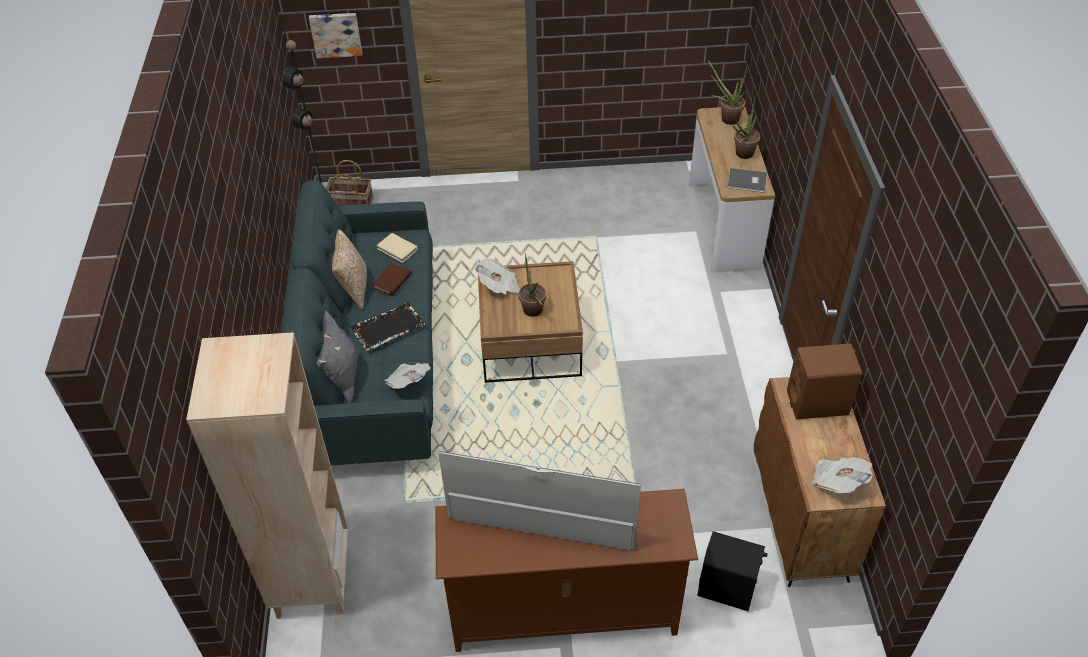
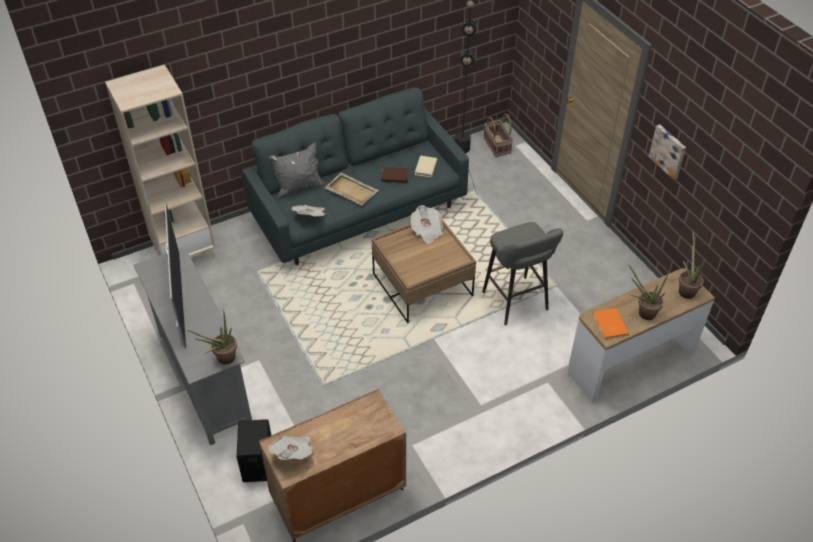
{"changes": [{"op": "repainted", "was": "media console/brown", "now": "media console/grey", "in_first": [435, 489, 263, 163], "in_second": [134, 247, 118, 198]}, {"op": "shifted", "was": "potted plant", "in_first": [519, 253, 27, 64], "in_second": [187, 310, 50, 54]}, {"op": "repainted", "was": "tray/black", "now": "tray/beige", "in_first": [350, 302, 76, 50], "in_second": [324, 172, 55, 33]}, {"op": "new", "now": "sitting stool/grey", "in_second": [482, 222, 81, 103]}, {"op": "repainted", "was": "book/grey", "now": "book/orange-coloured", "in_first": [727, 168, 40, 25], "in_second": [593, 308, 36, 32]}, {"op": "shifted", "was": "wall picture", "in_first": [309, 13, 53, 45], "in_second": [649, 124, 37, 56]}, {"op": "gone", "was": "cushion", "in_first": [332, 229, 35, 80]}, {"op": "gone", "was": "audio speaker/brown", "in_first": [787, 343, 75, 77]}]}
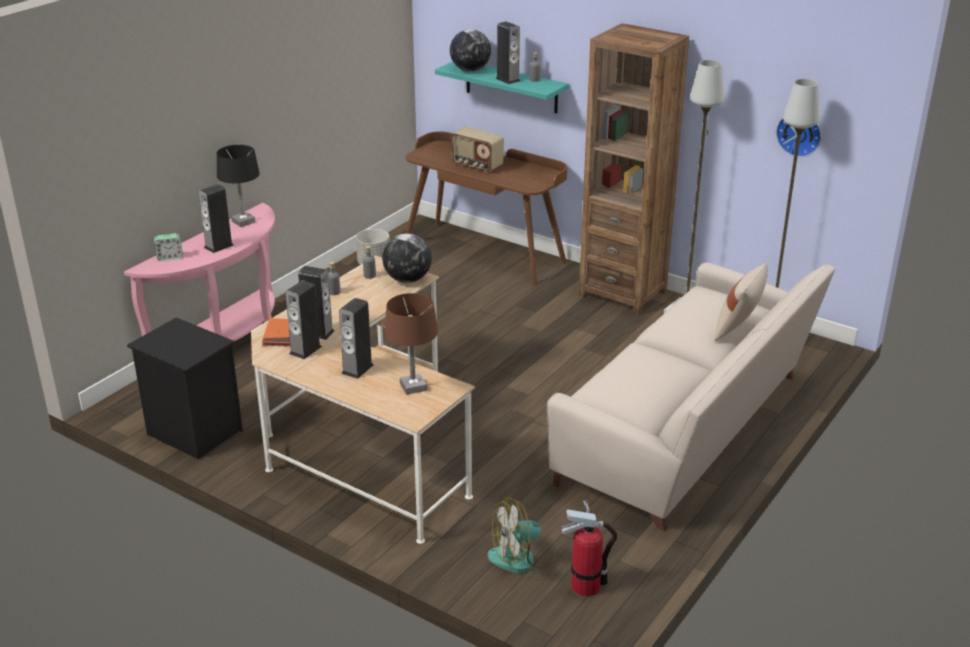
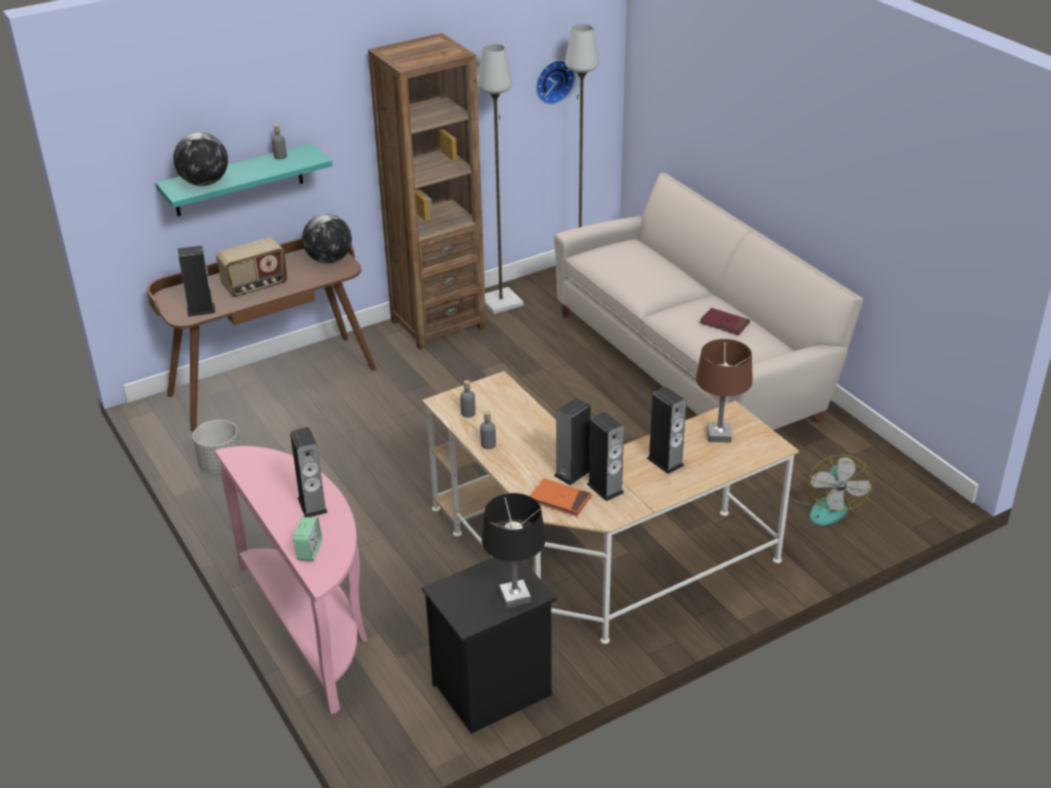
{"changes": [{"op": "shifted", "was": "audio speaker", "in_first": [495, 22, 25, 62], "in_second": [178, 246, 37, 71]}, {"op": "shifted", "was": "desk globe", "in_first": [382, 233, 50, 50], "in_second": [302, 214, 50, 50]}, {"op": "shifted", "was": "tabletop lamp/black", "in_first": [217, 145, 43, 82], "in_second": [482, 493, 64, 115]}, {"op": "new", "now": "book/red", "in_second": [700, 308, 50, 27]}, {"op": "gone", "was": "fire extinguisher", "in_first": [562, 500, 55, 97]}, {"op": "gone", "was": "cushion/beige", "in_first": [714, 263, 54, 78]}]}
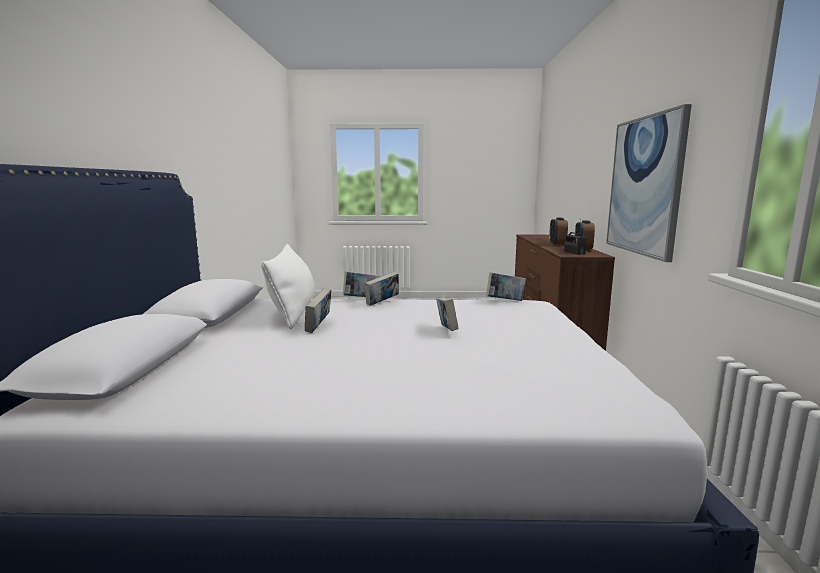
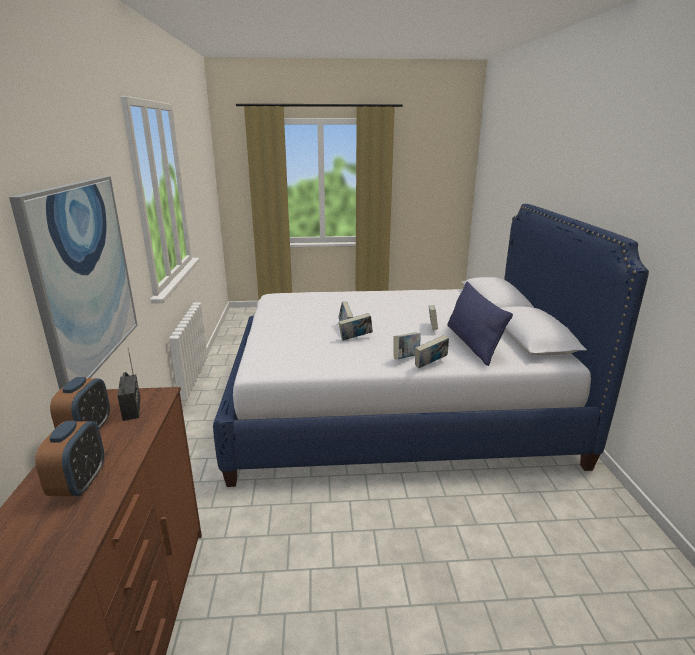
{"changes": [{"op": "shifted", "was": "book", "in_first": [486, 273, 40, 28], "in_second": [338, 313, 35, 27]}, {"op": "repainted", "was": "cushion/white", "now": "cushion/blue", "in_first": [261, 244, 54, 85], "in_second": [447, 281, 66, 85]}]}
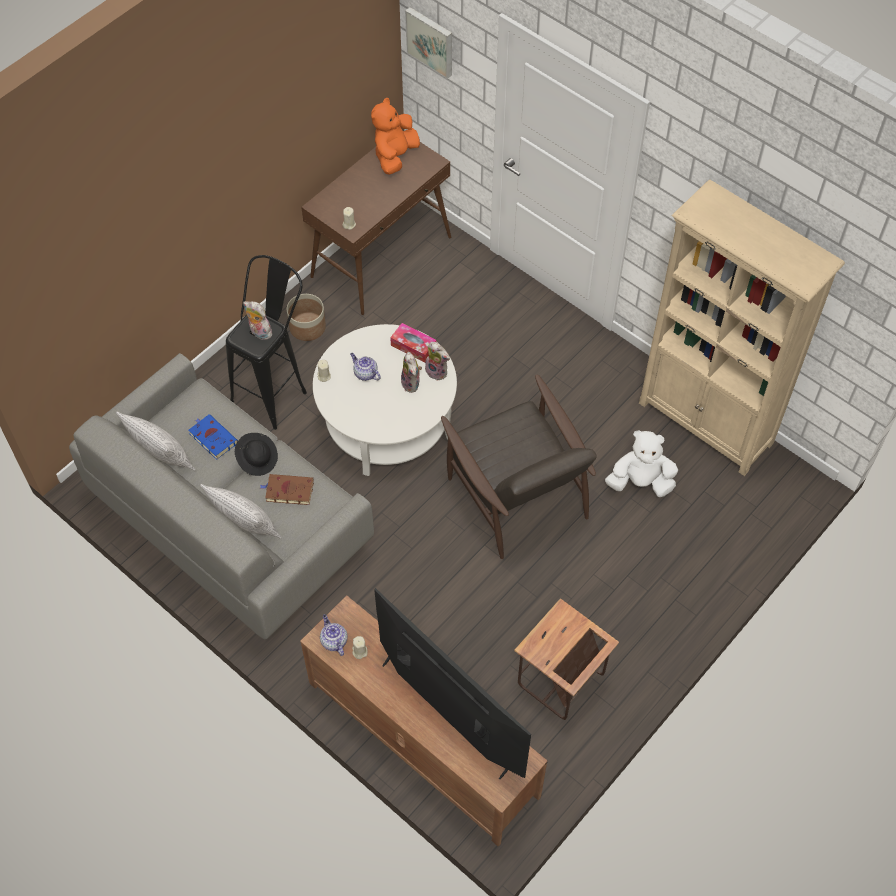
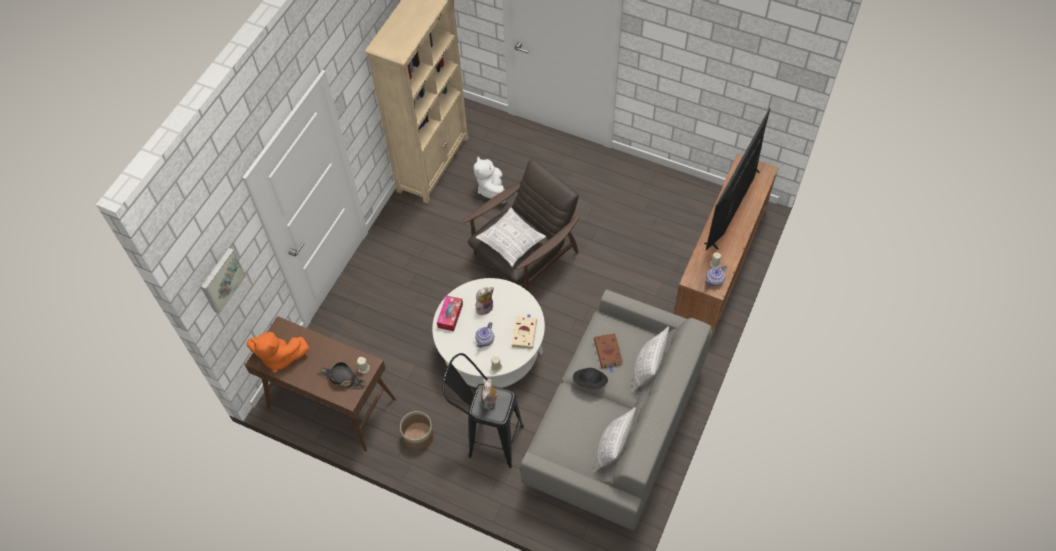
{"changes": [{"op": "new", "now": "wearable hat/black", "in_second": [319, 362, 47, 26]}, {"op": "new", "now": "cushion", "in_second": [476, 208, 70, 59]}, {"op": "new", "now": "book/beige", "in_second": [512, 314, 25, 35]}, {"op": "gone", "was": "book/blue", "in_first": [188, 414, 50, 46]}, {"op": "gone", "was": "soft toy", "in_first": [422, 342, 28, 39]}, {"op": "gone", "was": "accent table", "in_first": [514, 598, 105, 122]}]}
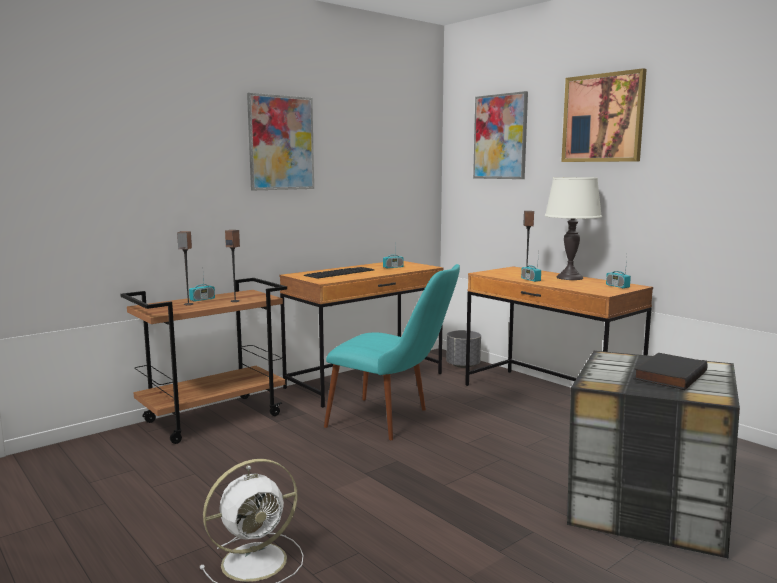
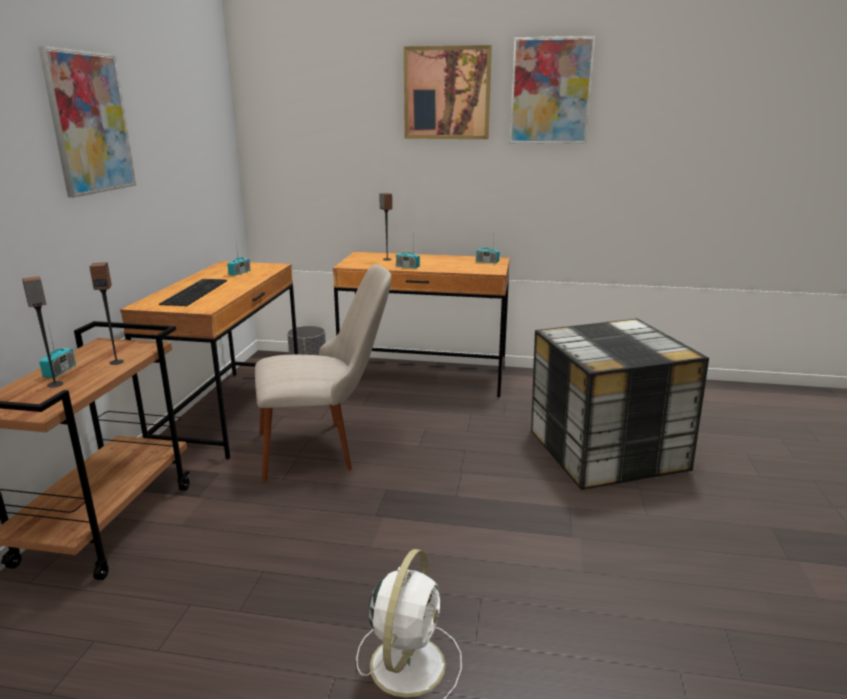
{"changes": [{"op": "repainted", "was": "upright chair/blue-green", "now": "upright chair/beige", "in_first": [324, 264, 136, 176], "in_second": [255, 265, 136, 217]}, {"op": "shifted", "was": "wall picture", "in_first": [473, 91, 55, 88], "in_second": [510, 36, 85, 108]}, {"op": "gone", "was": "tabletop lamp/white", "in_first": [545, 177, 57, 103]}, {"op": "gone", "was": "book/black", "in_first": [633, 353, 75, 37]}]}
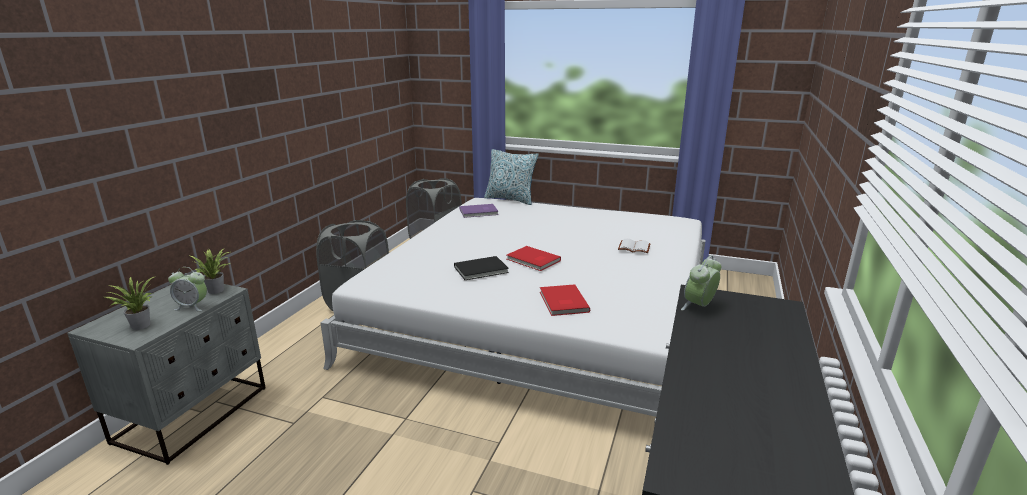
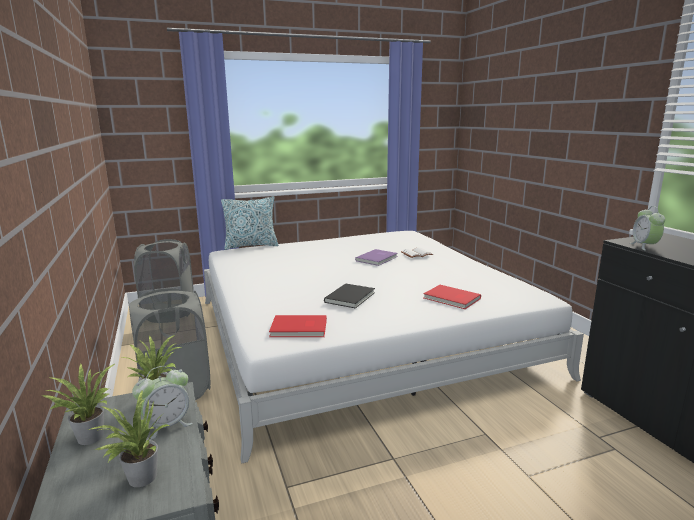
{"changes": [{"op": "new", "now": "potted plant", "in_second": [41, 364, 74, 81]}, {"op": "shifted", "was": "book/red", "in_first": [507, 246, 54, 25], "in_second": [269, 315, 58, 22]}, {"op": "shifted", "was": "book/purple-coloured", "in_first": [460, 204, 38, 14], "in_second": [355, 249, 43, 17]}]}
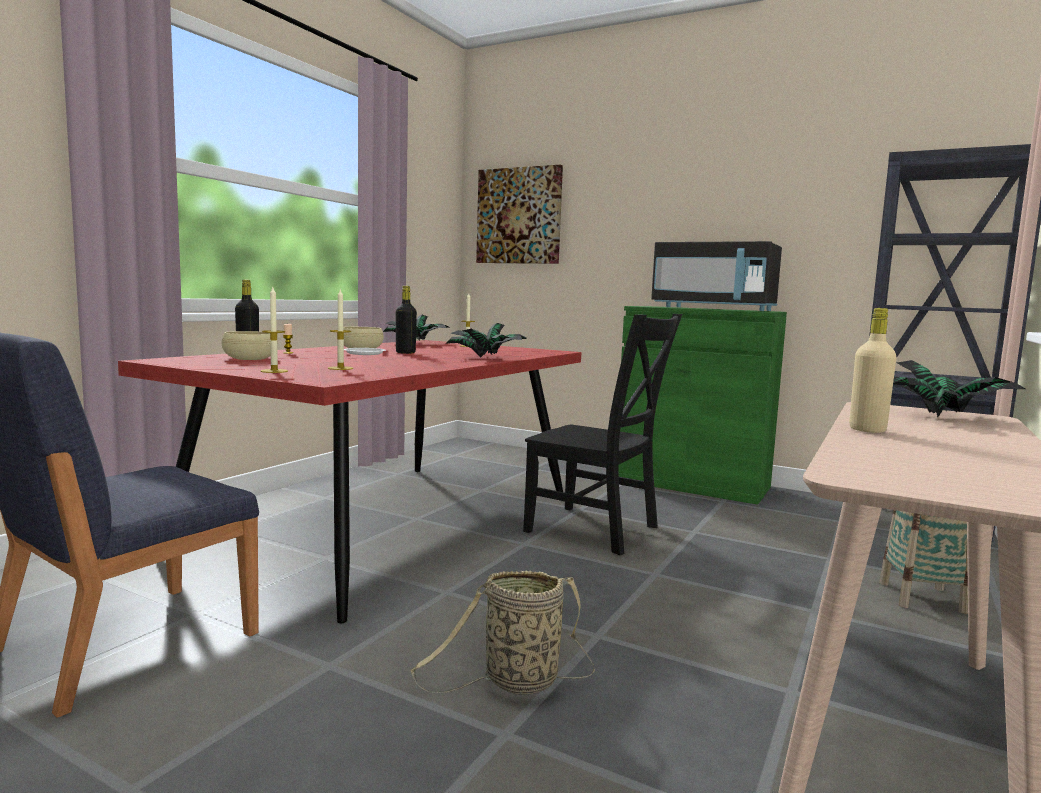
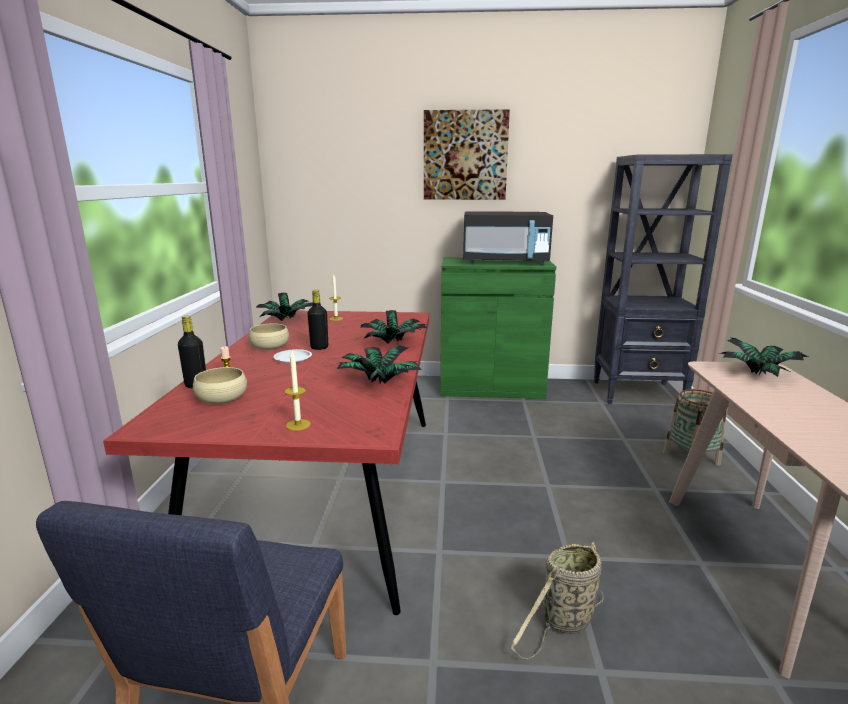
{"changes": [{"op": "new", "now": "potted plant", "in_second": [337, 345, 85, 39]}, {"op": "shifted", "was": "wall picture", "in_first": [476, 165, 87, 99], "in_second": [424, 109, 86, 91]}, {"op": "gone", "was": "candle", "in_first": [328, 288, 25, 82]}, {"op": "gone", "was": "upright chair/black", "in_first": [523, 314, 159, 241]}, {"op": "gone", "was": "drink bottle/beige", "in_first": [849, 308, 48, 125]}]}
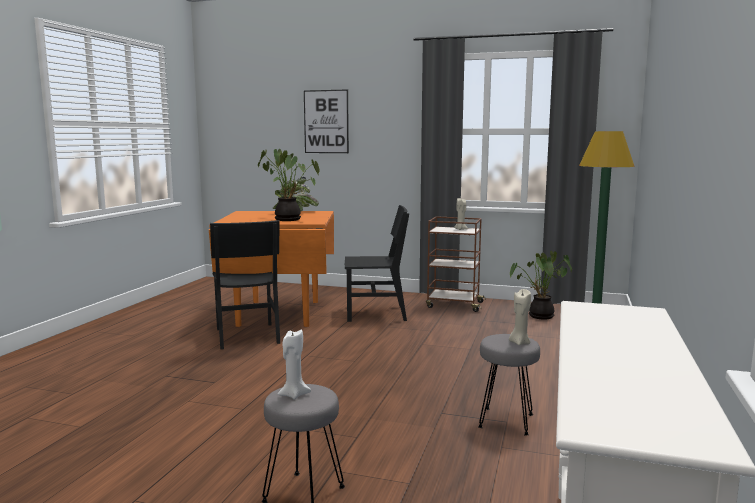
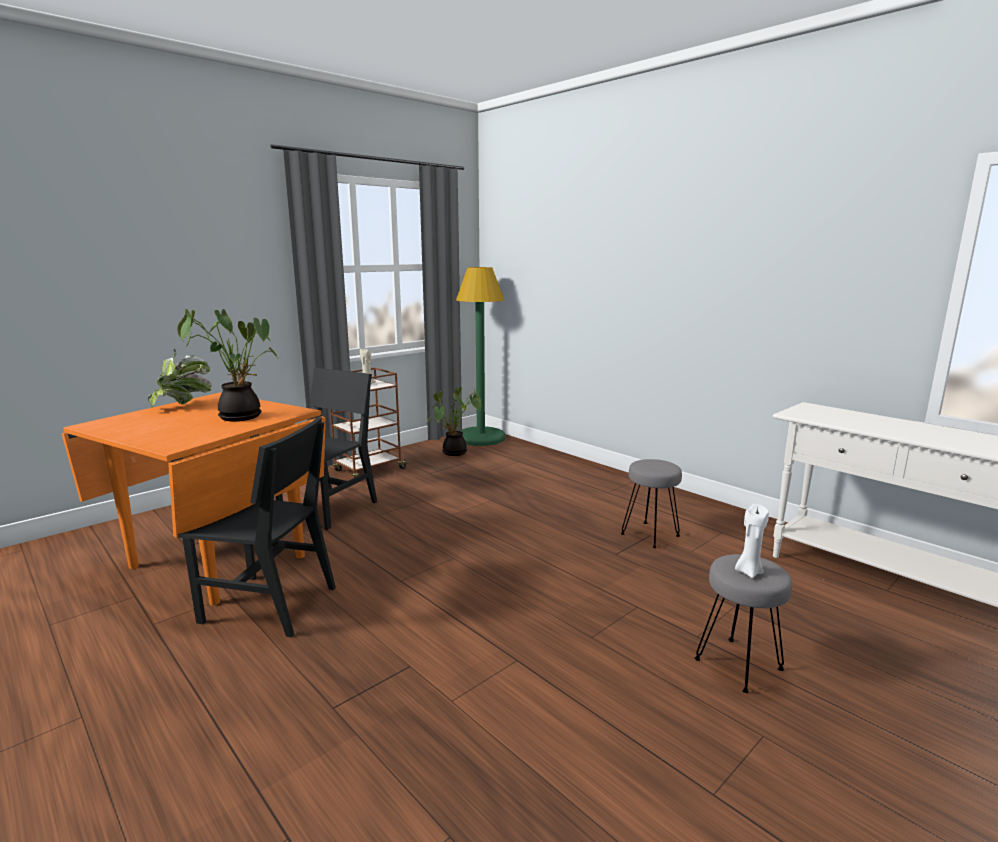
{"changes": [{"op": "gone", "was": "wall picture", "in_first": [304, 89, 45, 64]}, {"op": "gone", "was": "candle/beige", "in_first": [509, 289, 22, 56]}]}
